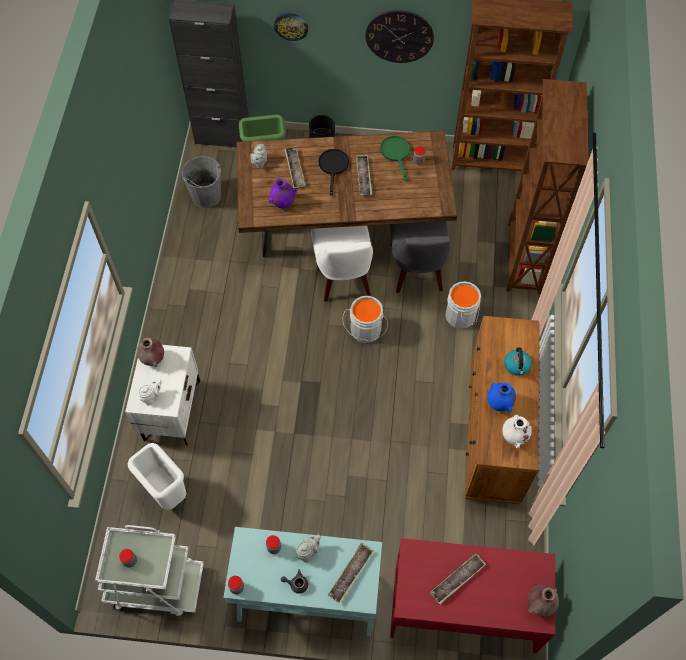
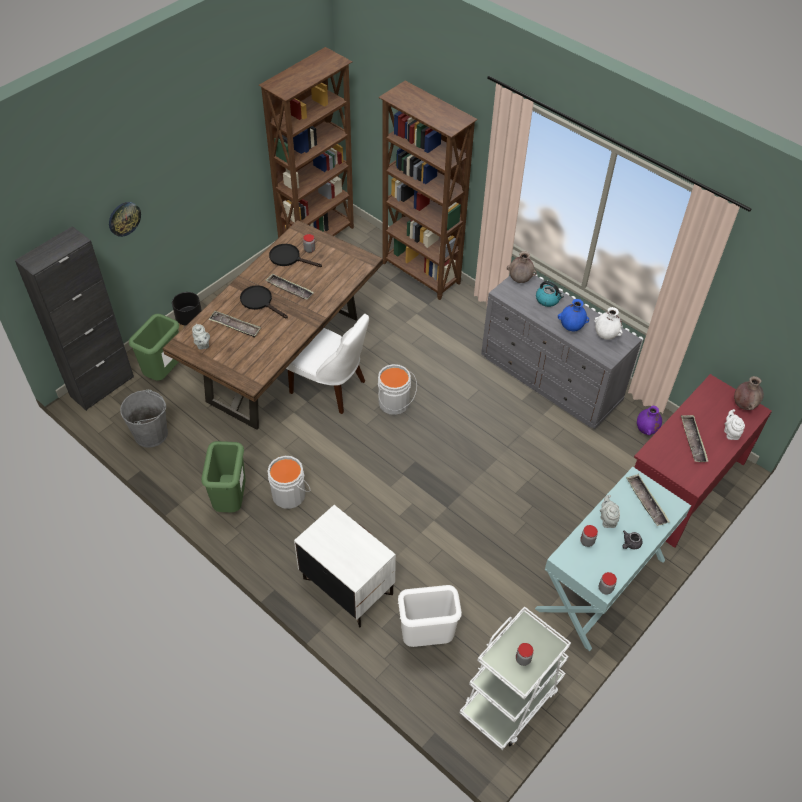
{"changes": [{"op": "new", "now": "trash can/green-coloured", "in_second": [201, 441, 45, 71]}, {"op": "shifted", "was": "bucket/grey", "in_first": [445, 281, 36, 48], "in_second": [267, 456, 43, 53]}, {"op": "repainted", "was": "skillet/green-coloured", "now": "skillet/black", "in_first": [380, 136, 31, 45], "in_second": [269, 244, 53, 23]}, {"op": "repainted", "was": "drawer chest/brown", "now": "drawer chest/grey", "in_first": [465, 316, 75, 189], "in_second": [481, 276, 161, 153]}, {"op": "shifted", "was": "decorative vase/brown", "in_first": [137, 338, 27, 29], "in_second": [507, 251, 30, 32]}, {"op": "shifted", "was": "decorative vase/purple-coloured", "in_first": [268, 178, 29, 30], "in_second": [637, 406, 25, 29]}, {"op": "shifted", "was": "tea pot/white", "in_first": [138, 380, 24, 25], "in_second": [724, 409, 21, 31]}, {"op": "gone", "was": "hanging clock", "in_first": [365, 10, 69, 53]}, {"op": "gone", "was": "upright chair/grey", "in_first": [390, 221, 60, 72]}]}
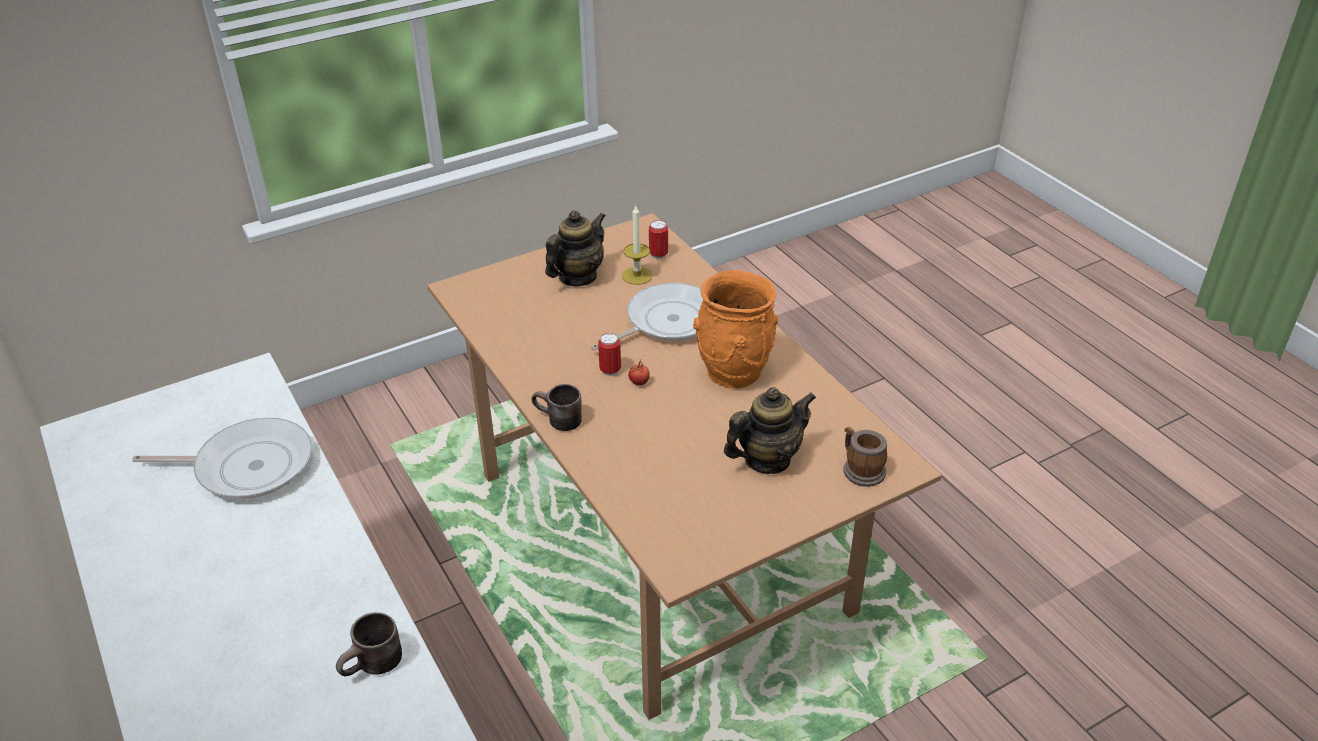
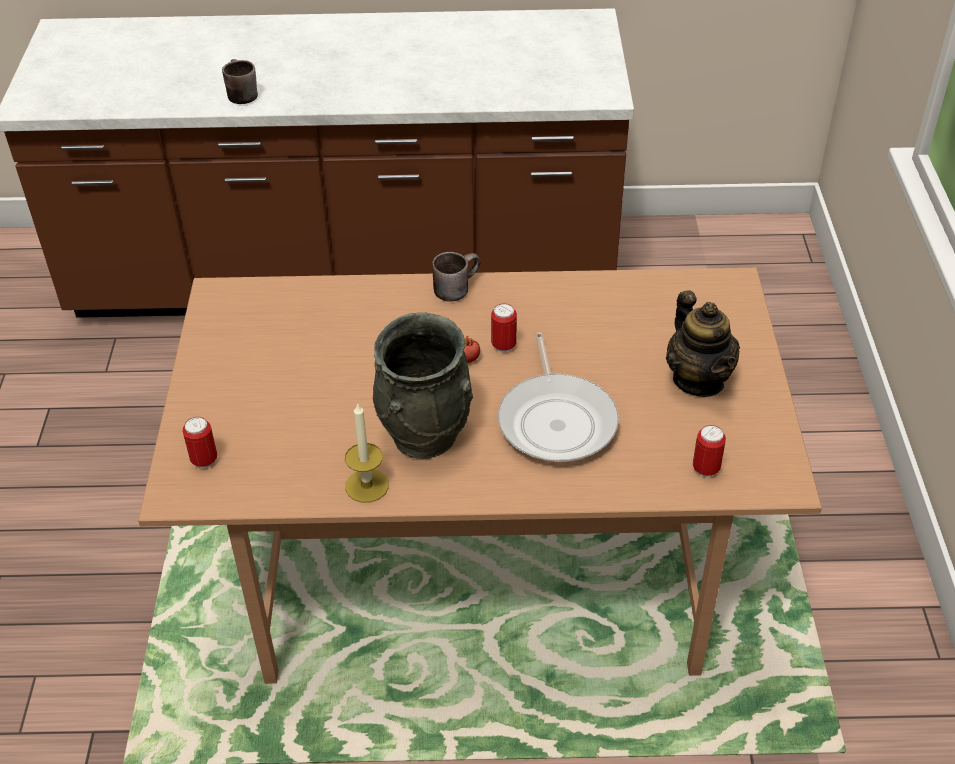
{"changes": [{"op": "swapped", "was": "mug", "now": "metal can", "in_first": [844, 427, 43, 60], "in_second": [182, 417, 35, 51]}, {"op": "shifted", "was": "candle", "in_first": [622, 205, 31, 80], "in_second": [345, 402, 44, 101]}, {"op": "repainted", "was": "decorative vase/orange-coloured", "now": "decorative vase/grey", "in_first": [693, 270, 85, 118], "in_second": [373, 312, 100, 147]}, {"op": "gone", "was": "skillet", "in_first": [132, 417, 180, 82]}, {"op": "gone", "was": "tea pot", "in_first": [724, 387, 92, 87]}]}
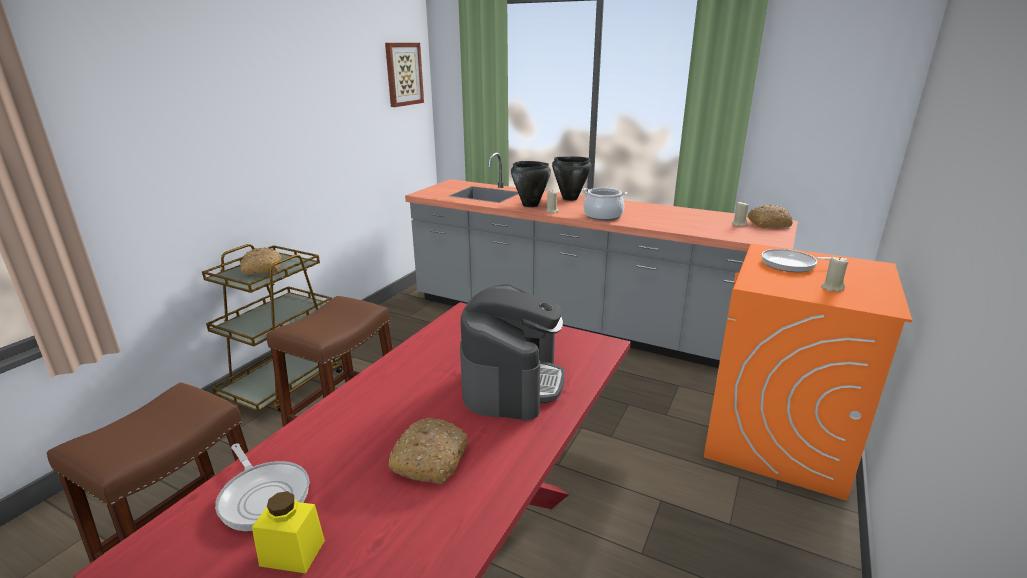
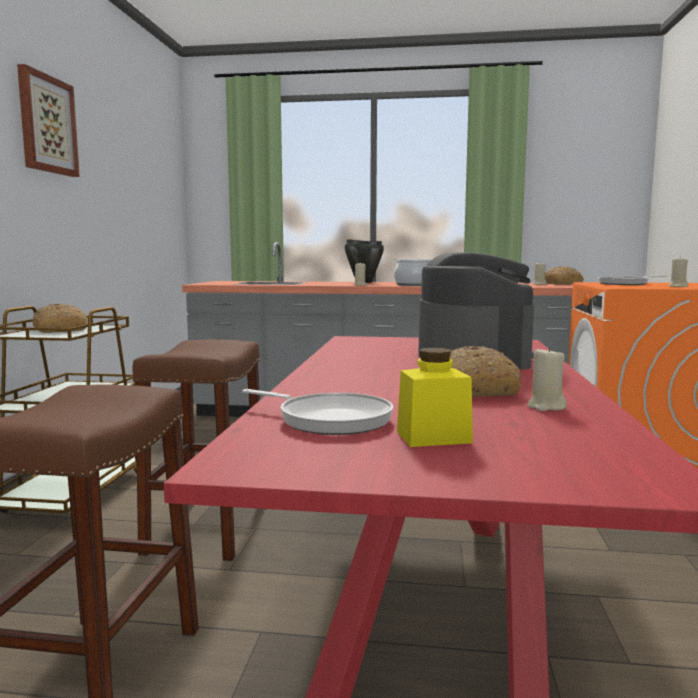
{"changes": [{"op": "shifted", "was": "wall picture", "in_first": [385, 43, 39, 64], "in_second": [17, 64, 63, 113]}, {"op": "new", "now": "candle/beige", "in_second": [528, 346, 39, 65]}, {"op": "gone", "was": "cooking pot/black", "in_first": [511, 161, 40, 46]}]}
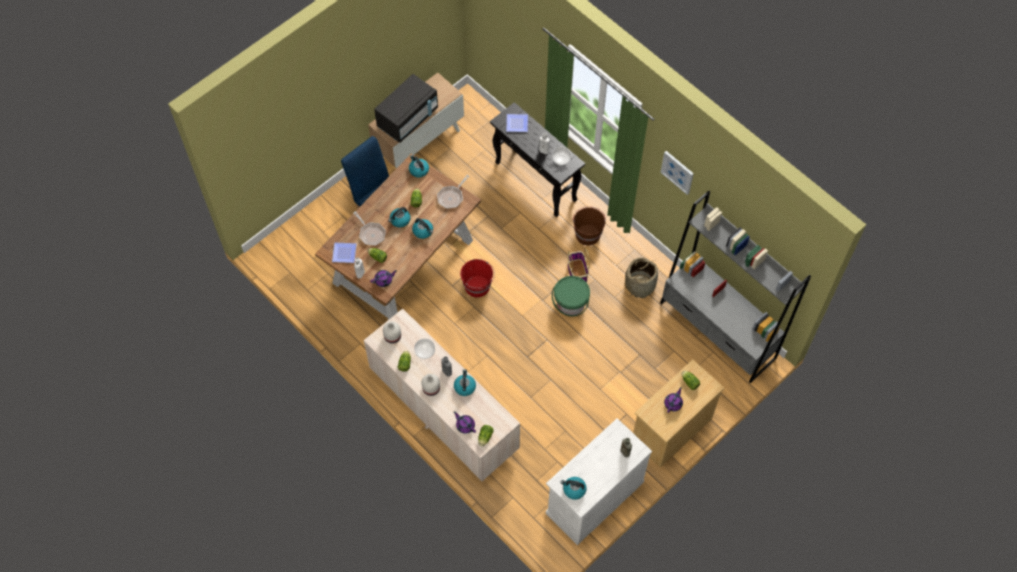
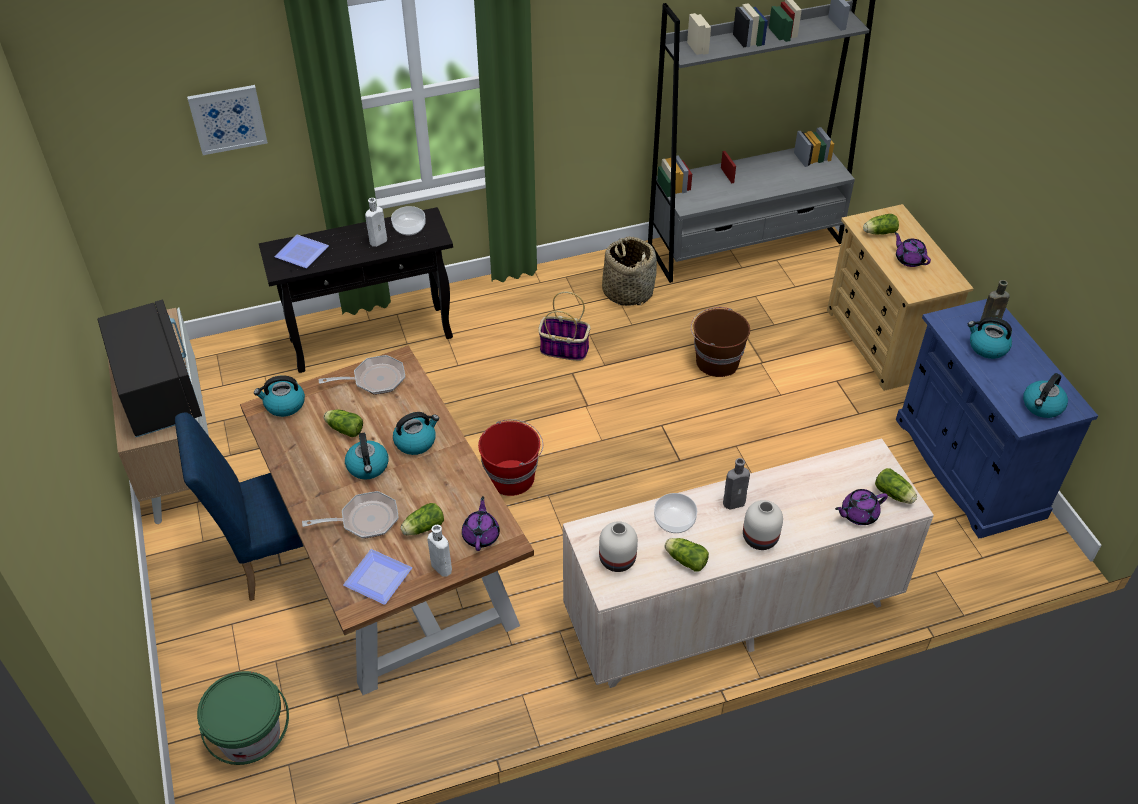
{"changes": [{"op": "shifted", "was": "wall picture", "in_first": [660, 151, 34, 44], "in_second": [187, 85, 81, 70]}, {"op": "shifted", "was": "bucket/green-coloured", "in_first": [552, 276, 38, 40], "in_second": [197, 671, 92, 94]}, {"op": "rotated", "was": "skillet", "in_first": [437, 175, 33, 34], "in_second": [318, 355, 87, 40], "clockwise": -75}, {"op": "shifted", "was": "bucket/brown", "in_first": [573, 207, 33, 39], "in_second": [691, 307, 59, 70]}, {"op": "repainted", "was": "cabinet/white", "now": "cabinet/blue", "in_first": [546, 418, 106, 127], "in_second": [896, 299, 202, 239]}, {"op": "shifted", "was": "kettle", "in_first": [454, 369, 22, 27], "in_second": [968, 317, 44, 42]}]}
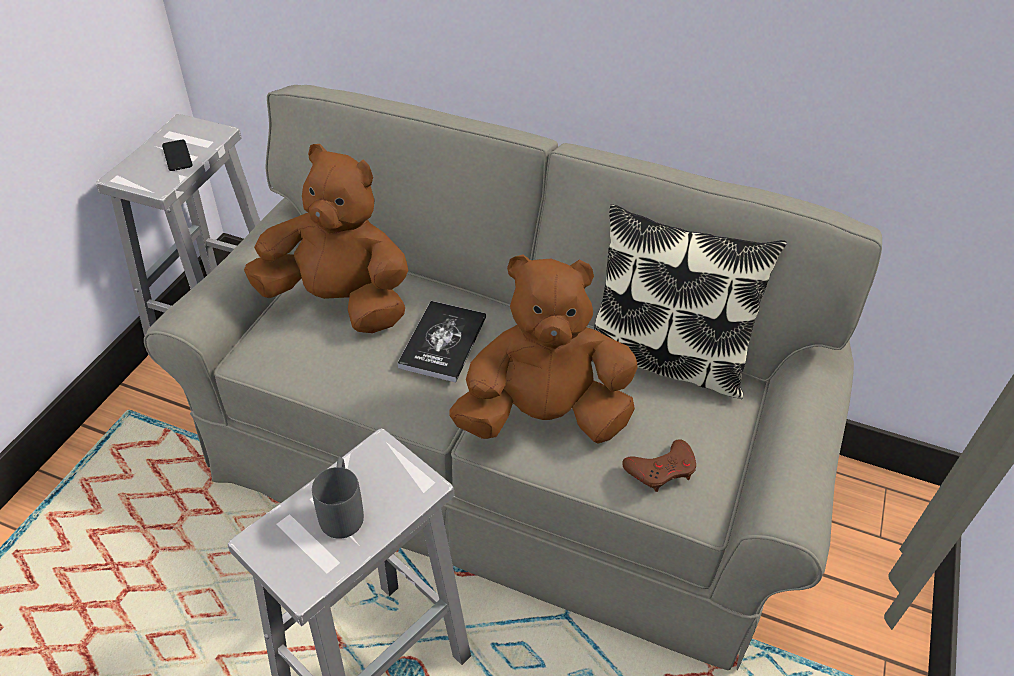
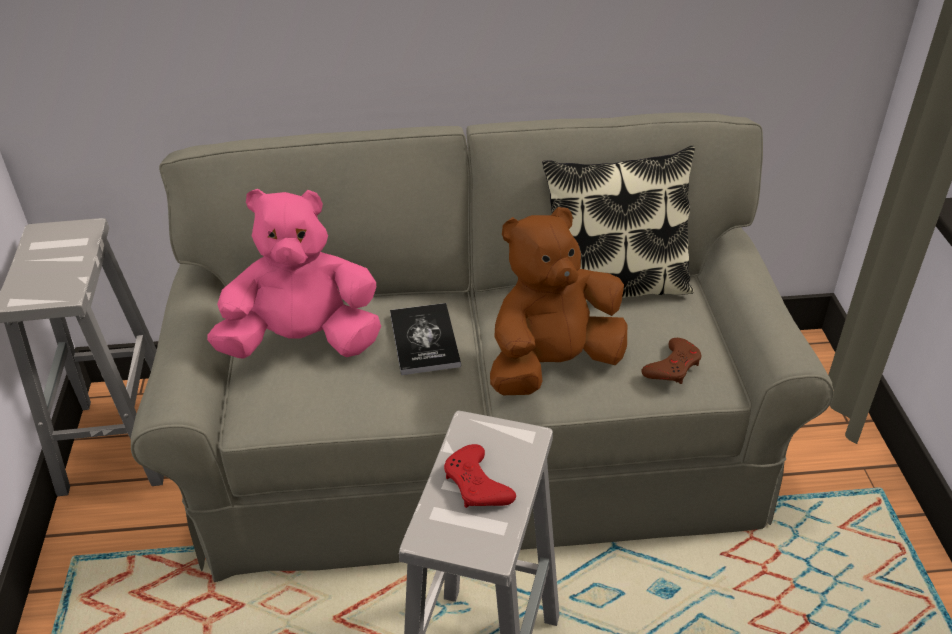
{"changes": [{"op": "repainted", "was": "soft toy/brown", "now": "soft toy/pink-coloured", "in_first": [244, 144, 164, 189], "in_second": [207, 189, 174, 170]}, {"op": "swapped", "was": "mug/grey", "now": "gamepad/red", "in_first": [312, 457, 52, 82], "in_second": [444, 444, 72, 64]}, {"op": "gone", "was": "telephone", "in_first": [162, 139, 31, 32]}]}
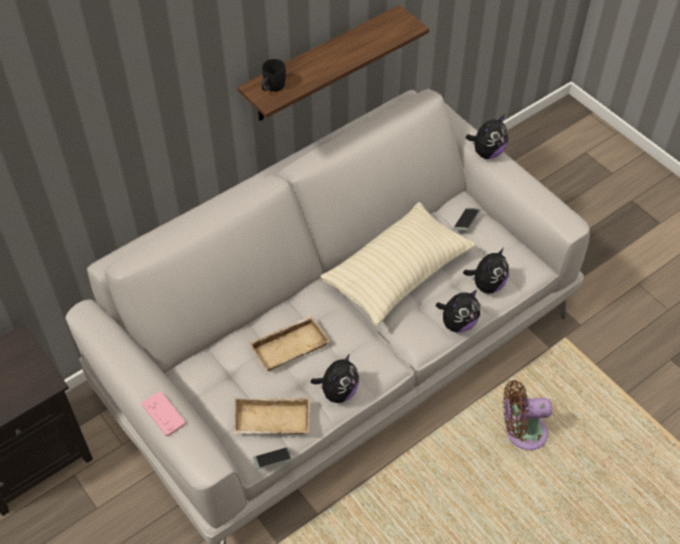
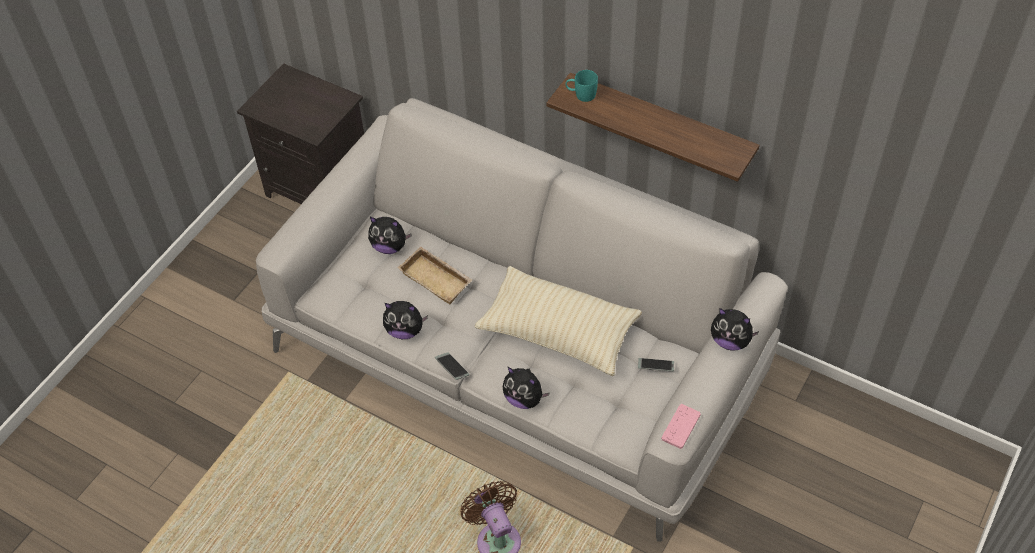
{"changes": [{"op": "shifted", "was": "soft toy", "in_first": [463, 248, 46, 45], "in_second": [368, 217, 44, 37]}, {"op": "shifted", "was": "telephone", "in_first": [253, 447, 40, 22], "in_second": [435, 352, 34, 28]}, {"op": "repainted", "was": "mug/black", "now": "mug/blue-green", "in_first": [262, 59, 24, 33], "in_second": [566, 70, 32, 32]}, {"op": "shifted", "was": "gamepad/pink-coloured", "in_first": [142, 391, 44, 45], "in_second": [661, 404, 40, 45]}, {"op": "gone", "was": "tray/beige", "in_first": [232, 397, 78, 37]}]}
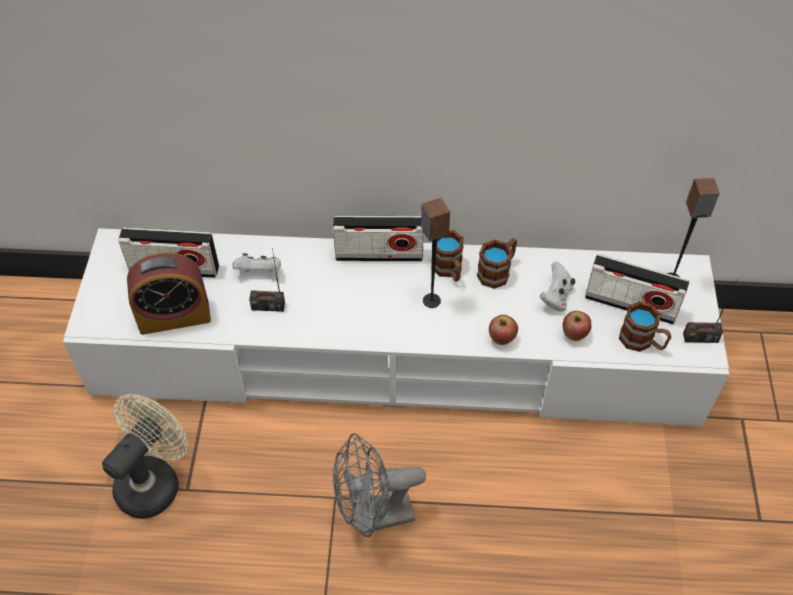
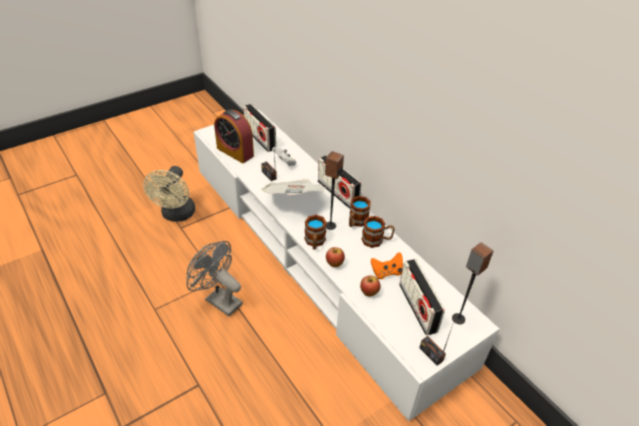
{"changes": [{"op": "rotated", "was": "electric fan/beige", "in_first": [102, 394, 86, 125], "in_second": [143, 166, 52, 56], "clockwise": 105}, {"op": "new", "now": "newspaper", "in_second": [262, 179, 64, 16]}, {"op": "shifted", "was": "mug", "in_first": [619, 301, 52, 51], "in_second": [304, 215, 23, 35]}, {"op": "repainted", "was": "gamepad/white", "now": "gamepad/orange-coloured", "in_first": [540, 262, 35, 50], "in_second": [371, 252, 32, 27]}]}
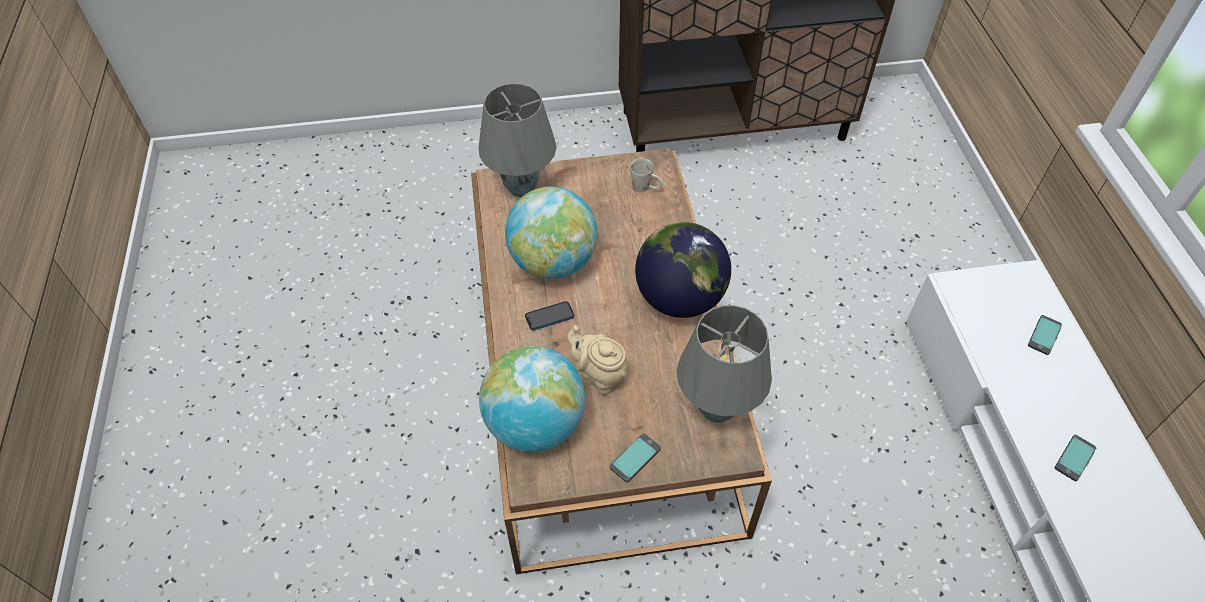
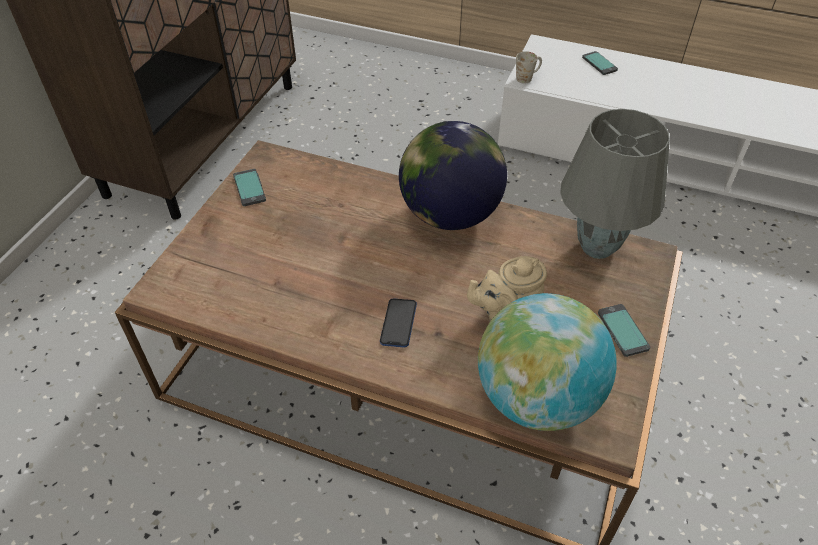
{"changes": [{"op": "shifted", "was": "telephone", "in_first": [1054, 435, 42, 46], "in_second": [233, 169, 33, 37]}, {"op": "shifted", "was": "mug/white", "in_first": [630, 159, 33, 33], "in_second": [516, 51, 26, 33]}, {"op": "gone", "was": "tabletop lamp/grey", "in_first": [478, 83, 79, 114]}, {"op": "gone", "was": "desk globe", "in_first": [505, 187, 92, 92]}]}
